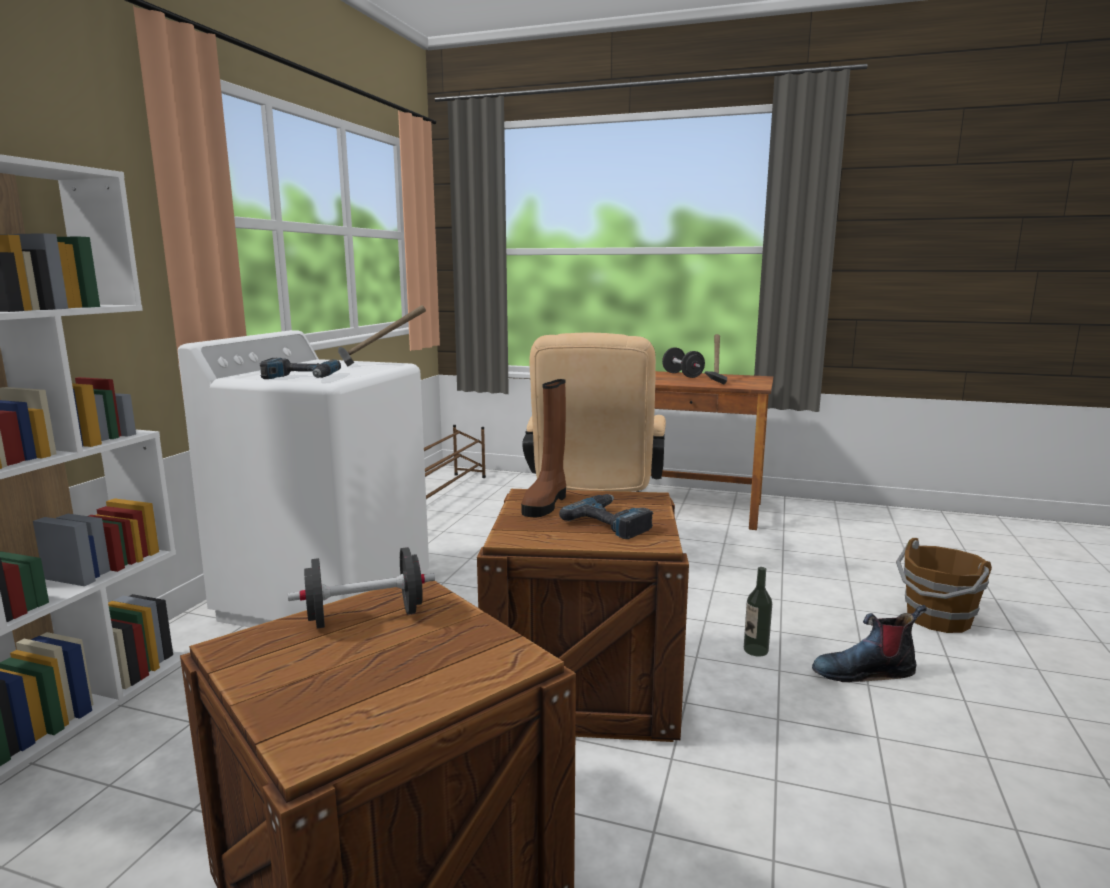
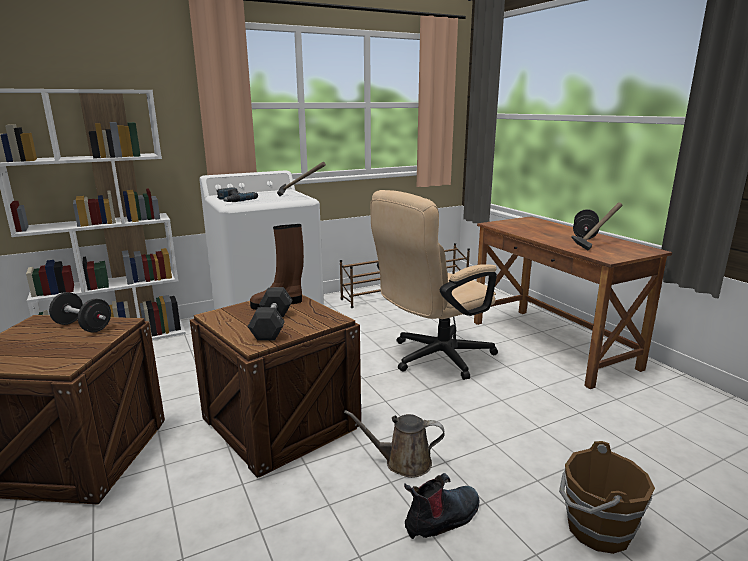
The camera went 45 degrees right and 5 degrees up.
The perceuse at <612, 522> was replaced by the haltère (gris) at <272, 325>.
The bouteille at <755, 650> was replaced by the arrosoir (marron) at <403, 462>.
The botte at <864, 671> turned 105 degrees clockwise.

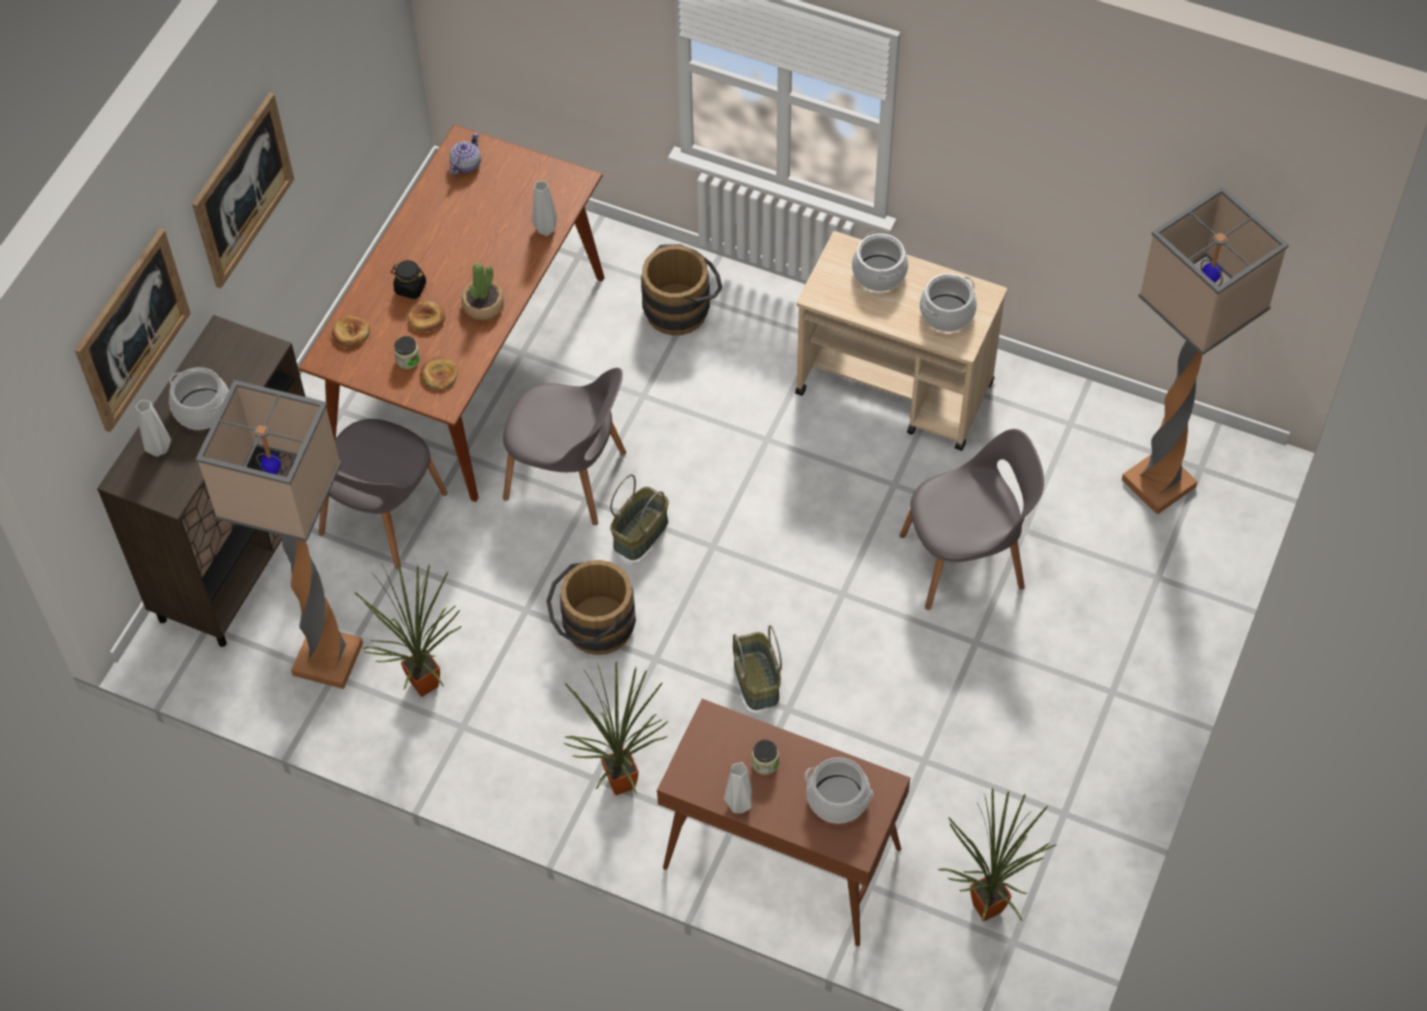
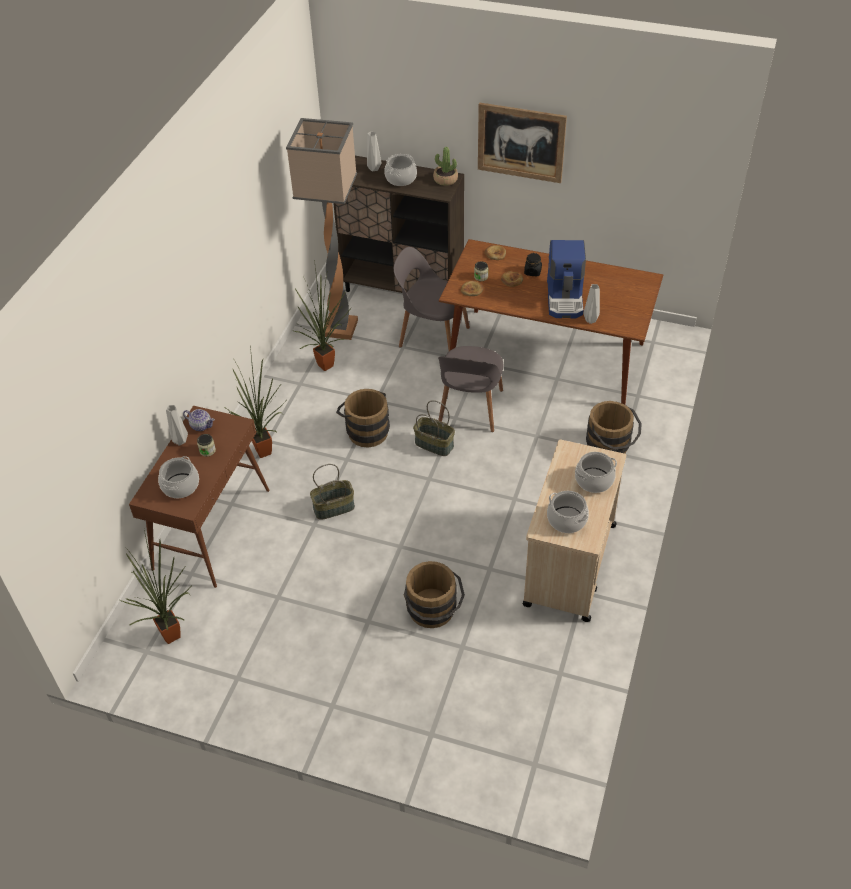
The camera went 85 degrees right and 10 degrees down.
The théière moved from <466, 164> to <201, 425>.
The lampadaire at <1161, 483> disappeared.
The tableau at <132, 330> disappeared.
The plante en pot moved from <483, 305> to <445, 179>.
The chaise (gris) at <966, 560> was replaced by the seau (marron) at <433, 613>.
The machine à café at <565, 298> appeared.

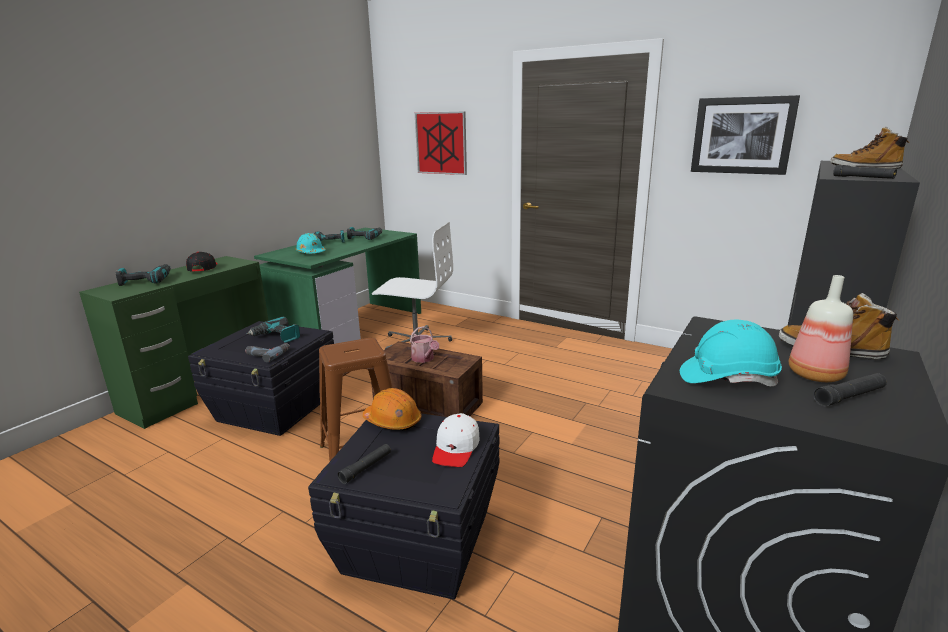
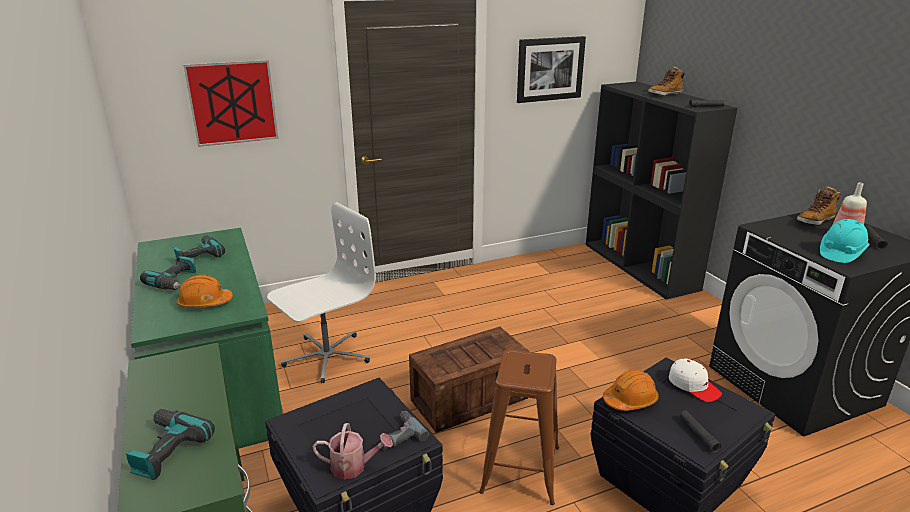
The camera went 55 degrees left and 5 degrees up.
The casque de chantier (turquoise) at <311, 253> became the casque de chantier (orange) at <205, 303>.
The casquette (noir) at <203, 268> disappeared.
The perceuse at <277, 337> disappeared.
The arrosoir moved from <424, 359> to <353, 466>.

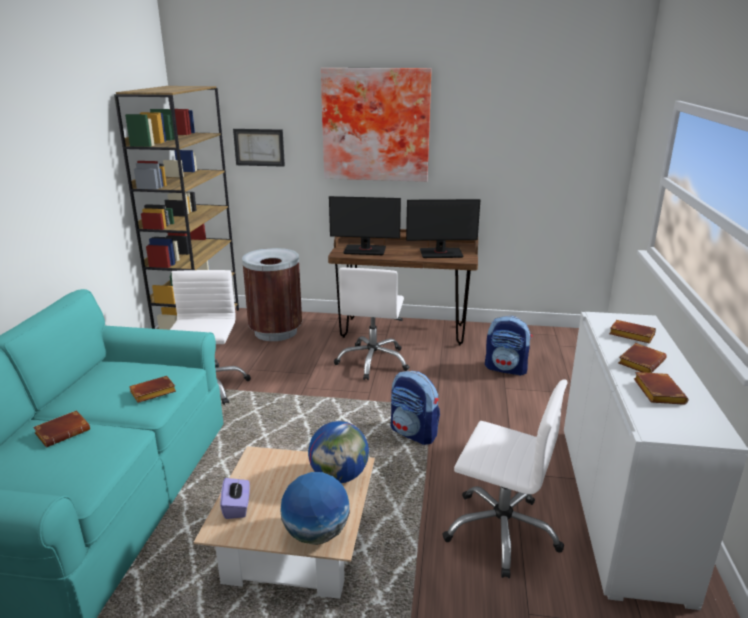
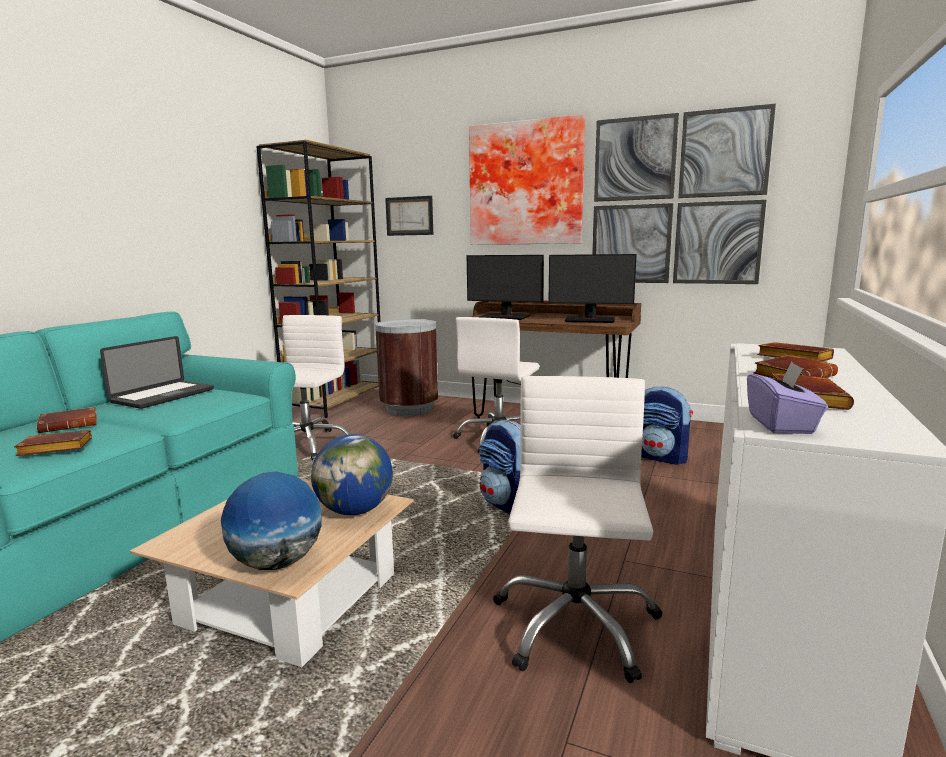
The camera went 15 degrees right and 10 degrees down.
The livre (marron) moved from <152, 393> to <53, 449>.
The chaise de bureau (blanc) at <501, 531> turned 120 degrees counterclockwise.
The boîte à mouchoirs (violet) moved from <237, 507> to <781, 424>.
The tableau at <676, 200> appeared.
The ordinateur portable at <163, 396> appeared.

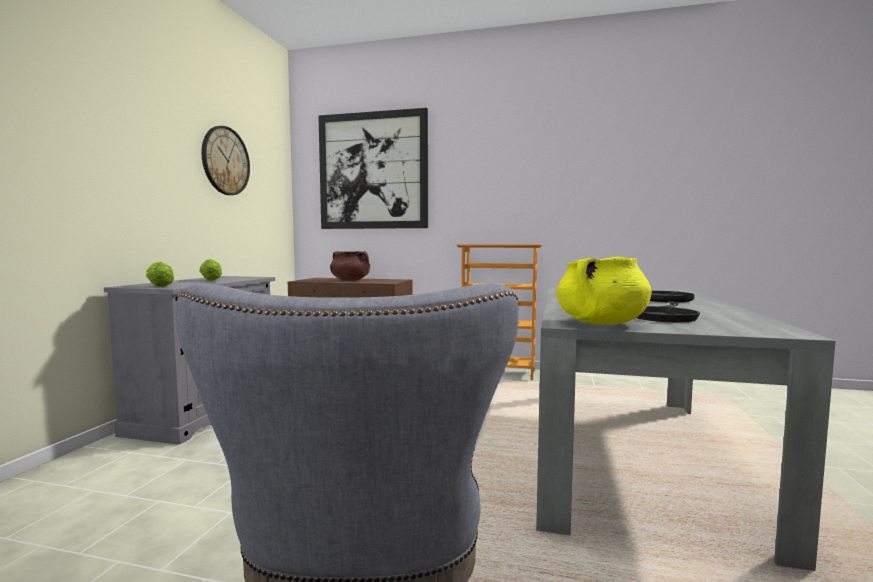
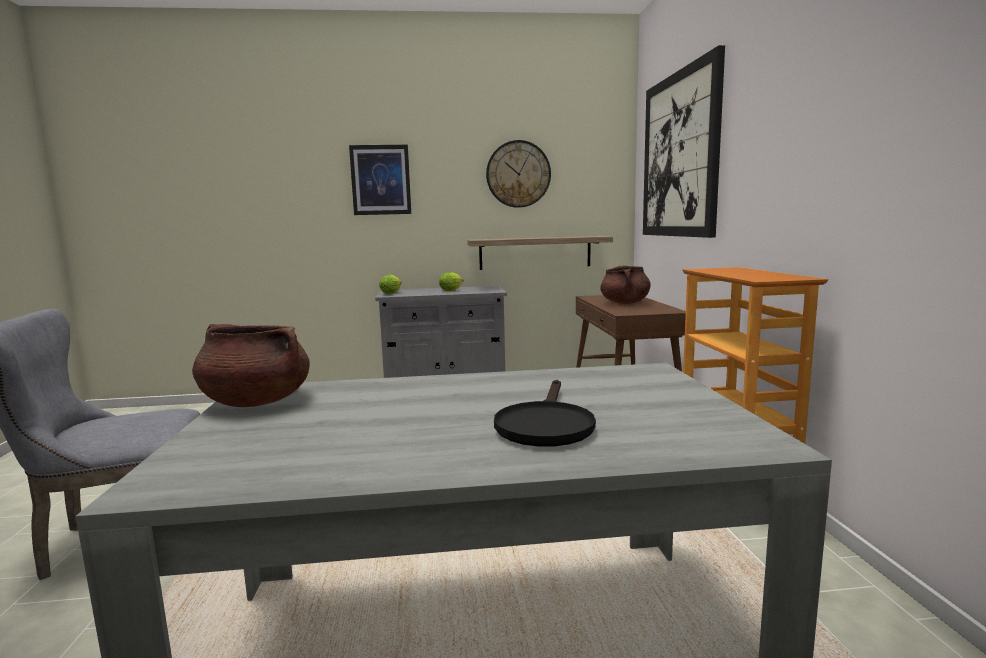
The camera went 70 degrees right and 5 degrees up.
The marmite (jaune) at <601, 323> became the marmite (marron) at <255, 402>.
The poêle (noir) at <665, 315> disappeared.
The tableau at <380, 180> appeared.
The étagère at <535, 252> appeared.

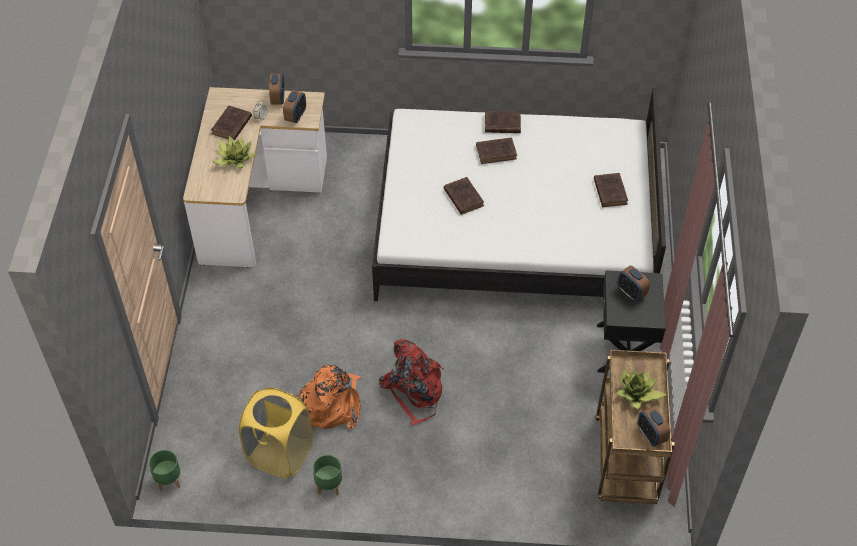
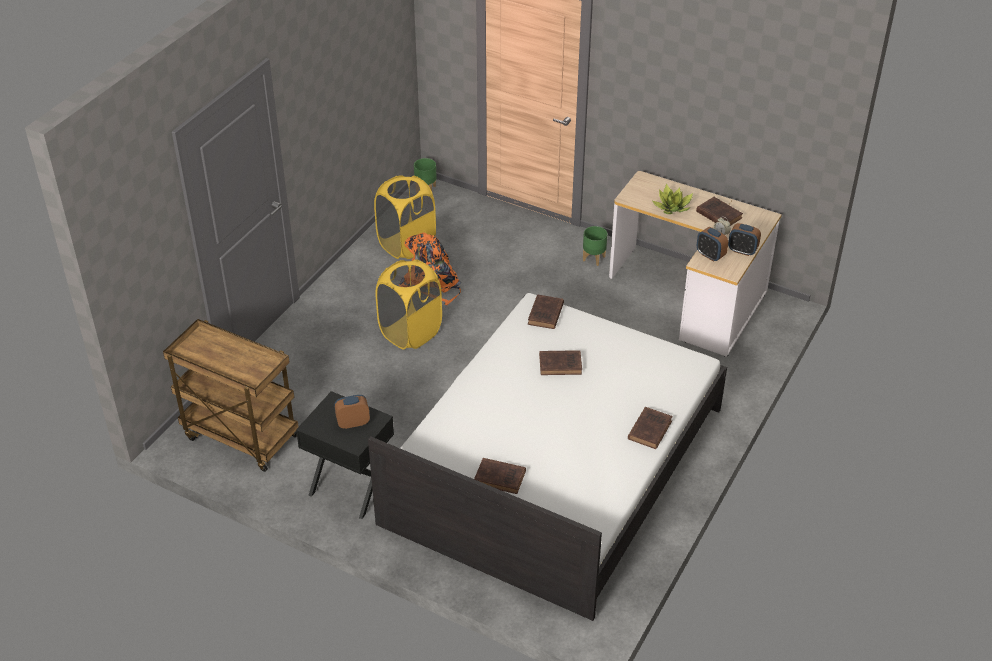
The camera went 115 degrees right and 10 degrees down.
The livre (marron) moved from <497, 152> to <545, 315>.
The sac à dos (rouge) at <414, 390> was replaced by the panier à linge (jaune) at <410, 332>.
The plante en pot at <637, 394> disappeared.
The réveil at <651, 435> disappeared.
The cache-pot (vert) moved from <329, 486> to <593, 258>.

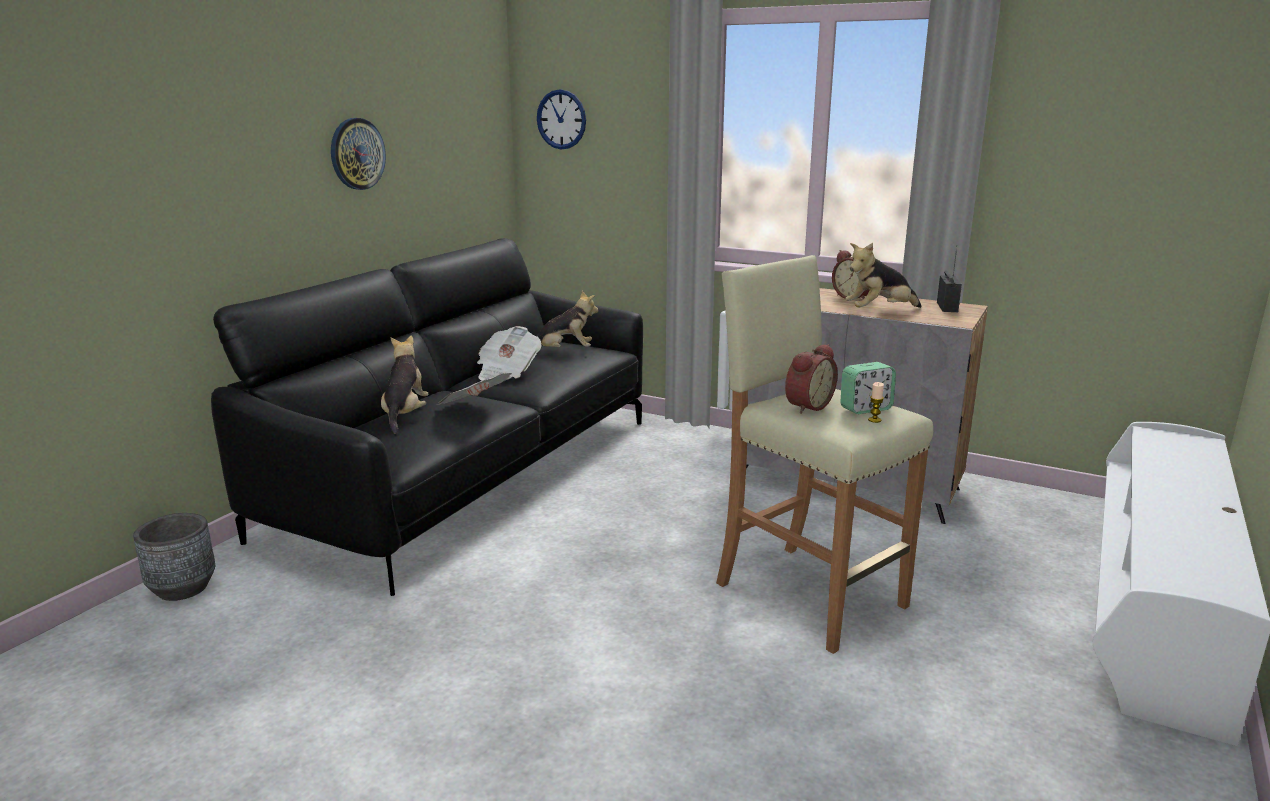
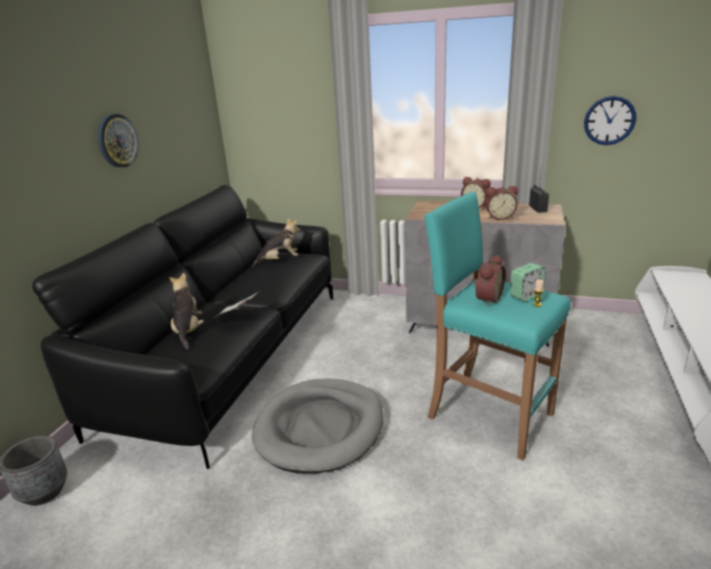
The camera went 10 degrees left and 5 degrees up.
The horloge murale moved from <561, 119> to <609, 120>.
The peluche at <879, 312> was replaced by the réveil at <499, 217>.
The tabouret (beige) at <808, 594> became the tabouret (turquoise) at <488, 415>.
The journal at <507, 372> disappeared.
The panier pour chien (gris) at <320, 428> appeared.

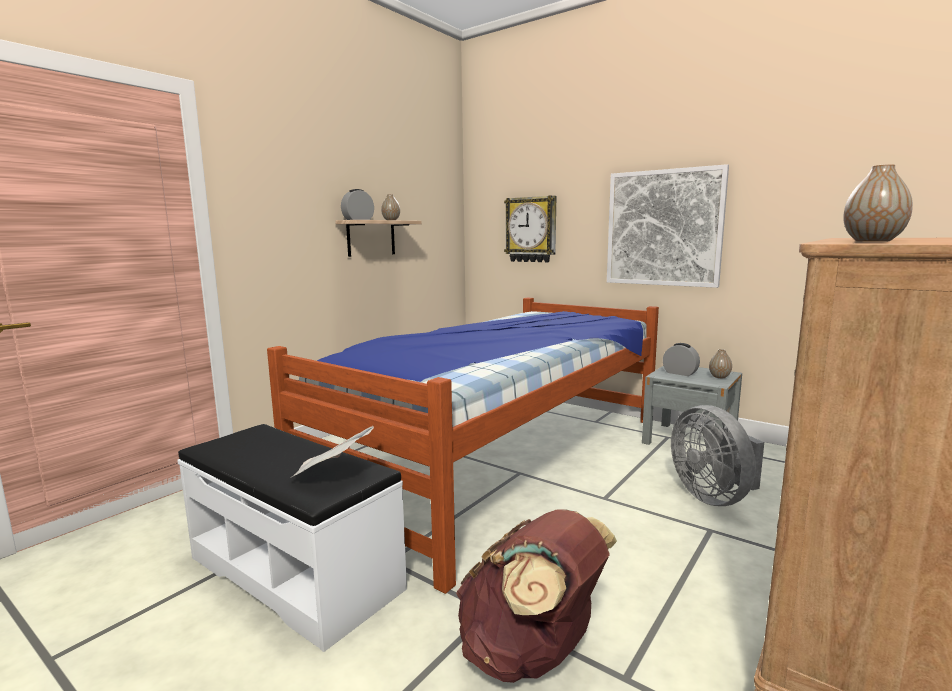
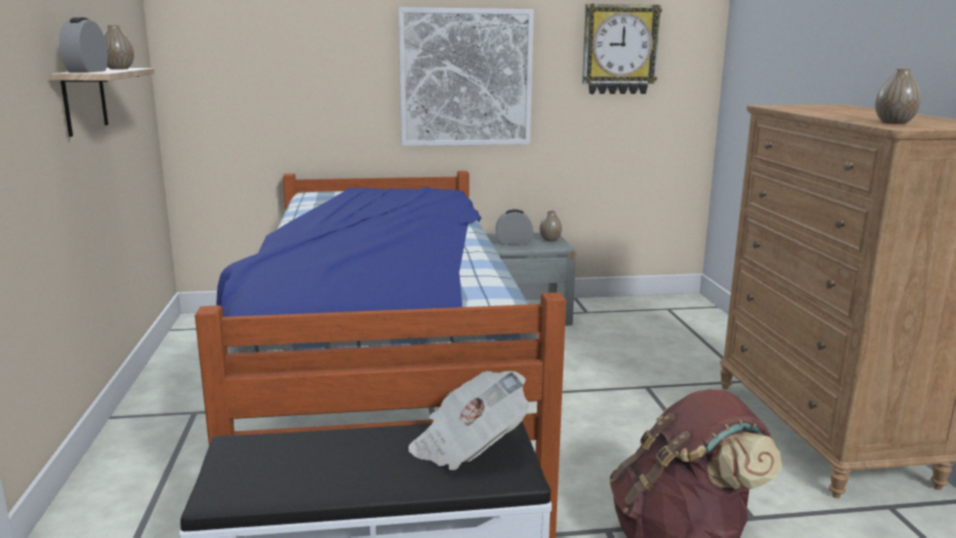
The camera went 45 degrees left and 5 degrees up.
The horloge murale moved from <531, 229> to <619, 50>.
The ventilateur (gris) at <713, 496> disappeared.

